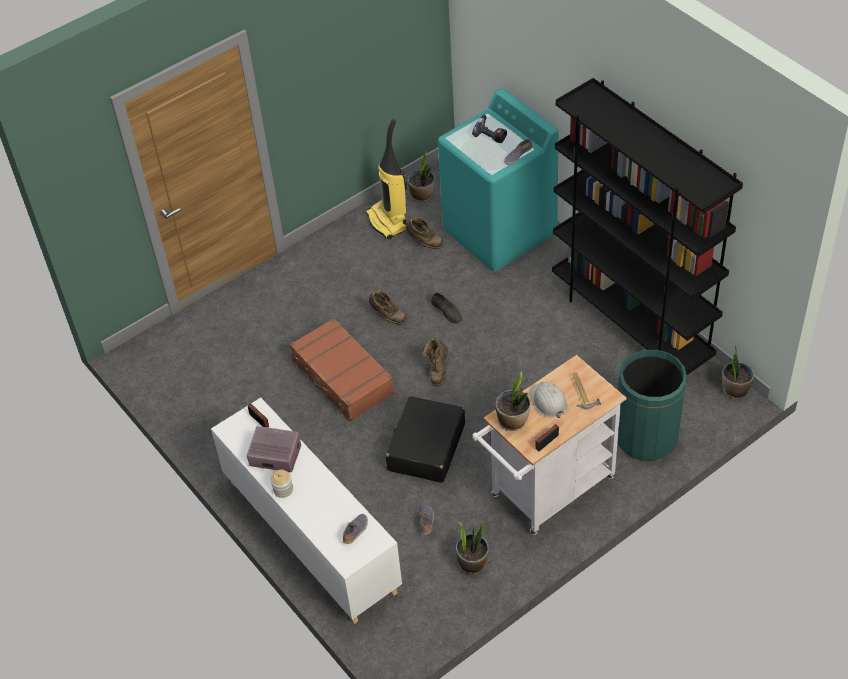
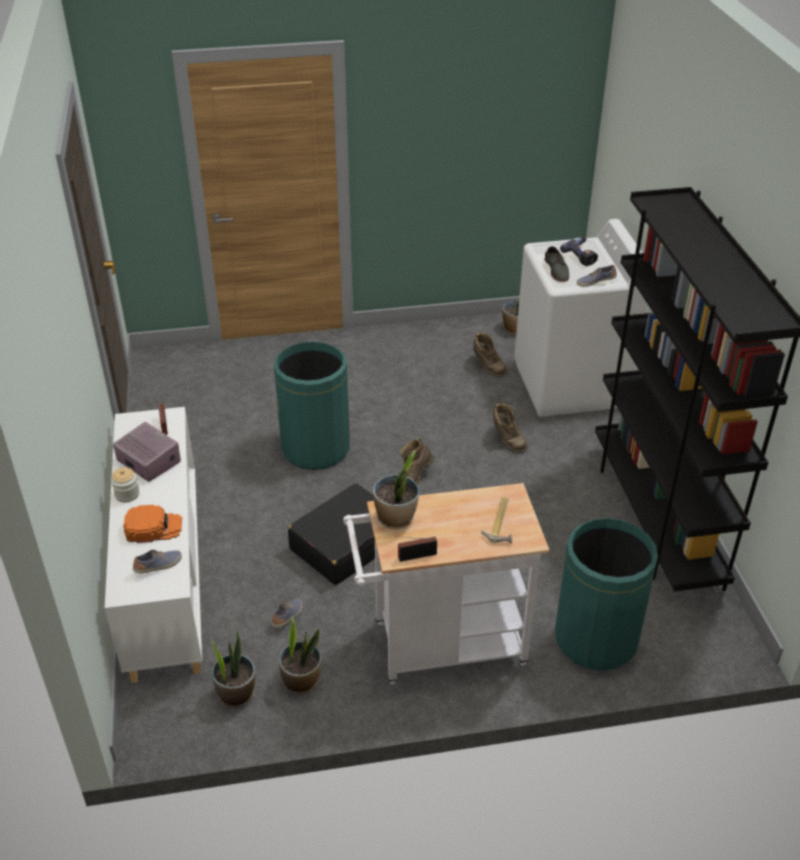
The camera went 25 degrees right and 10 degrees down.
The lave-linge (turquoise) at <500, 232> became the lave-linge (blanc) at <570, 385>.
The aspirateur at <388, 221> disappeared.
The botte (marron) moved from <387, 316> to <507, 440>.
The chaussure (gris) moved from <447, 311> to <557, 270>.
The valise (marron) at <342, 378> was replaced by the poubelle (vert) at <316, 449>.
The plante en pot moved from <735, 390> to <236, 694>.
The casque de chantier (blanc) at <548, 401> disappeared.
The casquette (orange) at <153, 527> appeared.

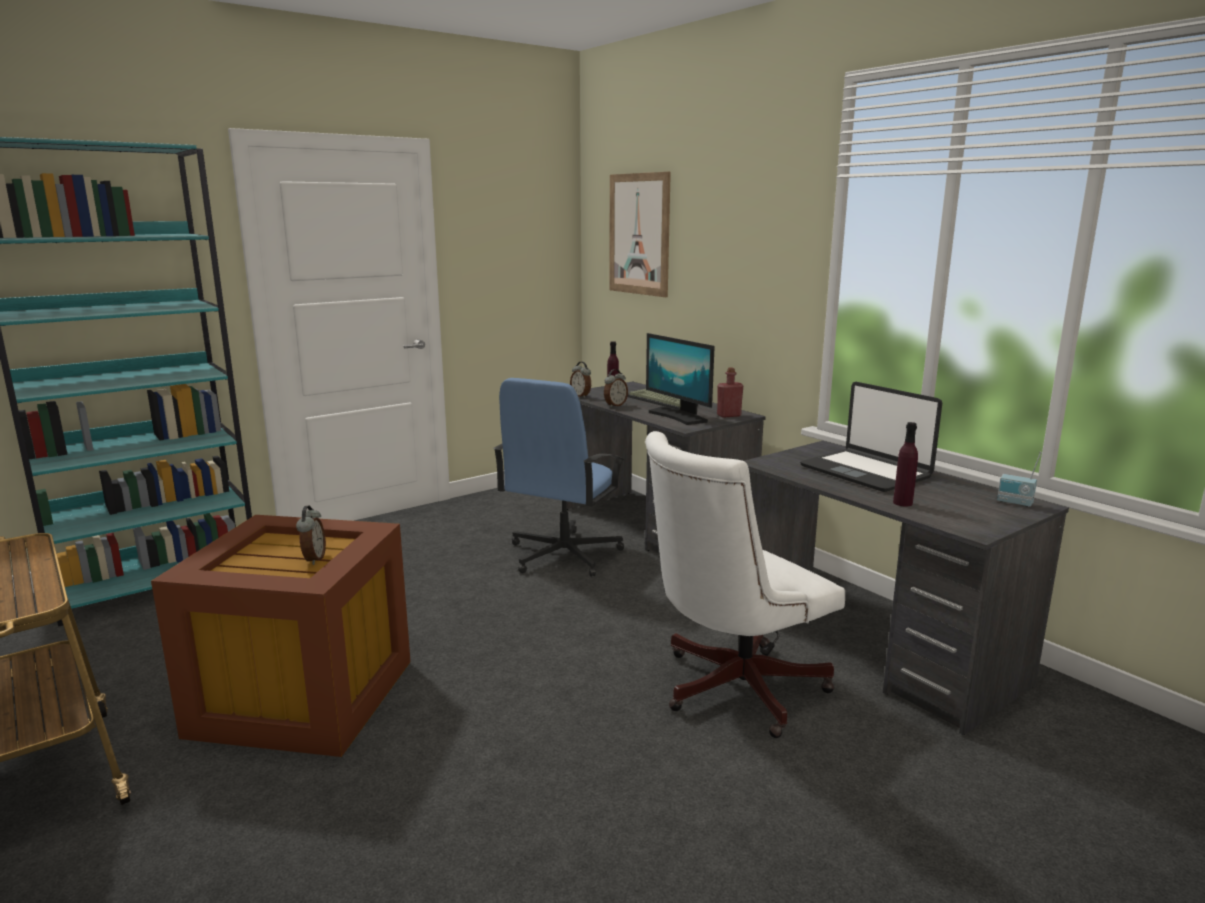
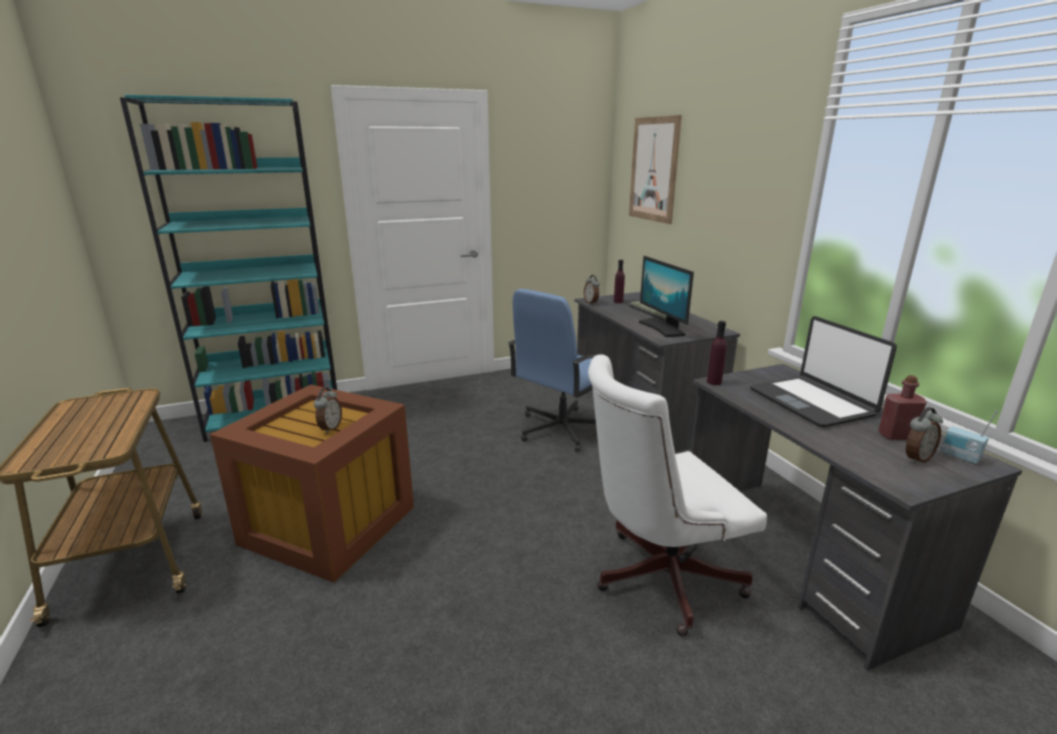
The camera went 15 degrees right and 5 degrees up.
The bouteille (rouge) moved from <729, 415> to <896, 436>.
The réveil moved from <615, 405> to <916, 458>.
The bouteille (violet) moved from <902, 503> to <714, 382>.

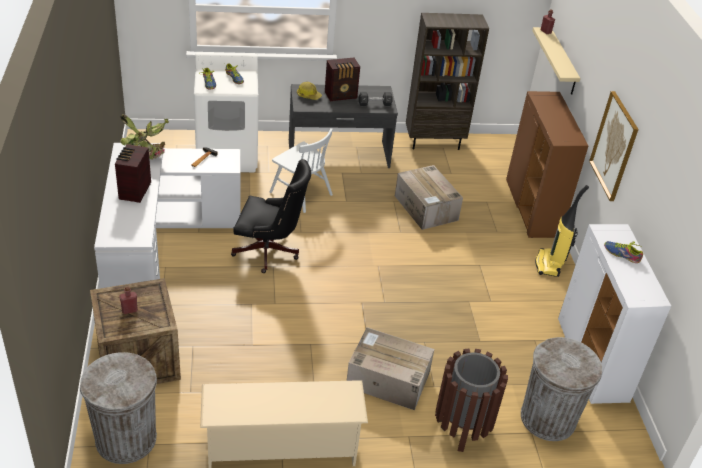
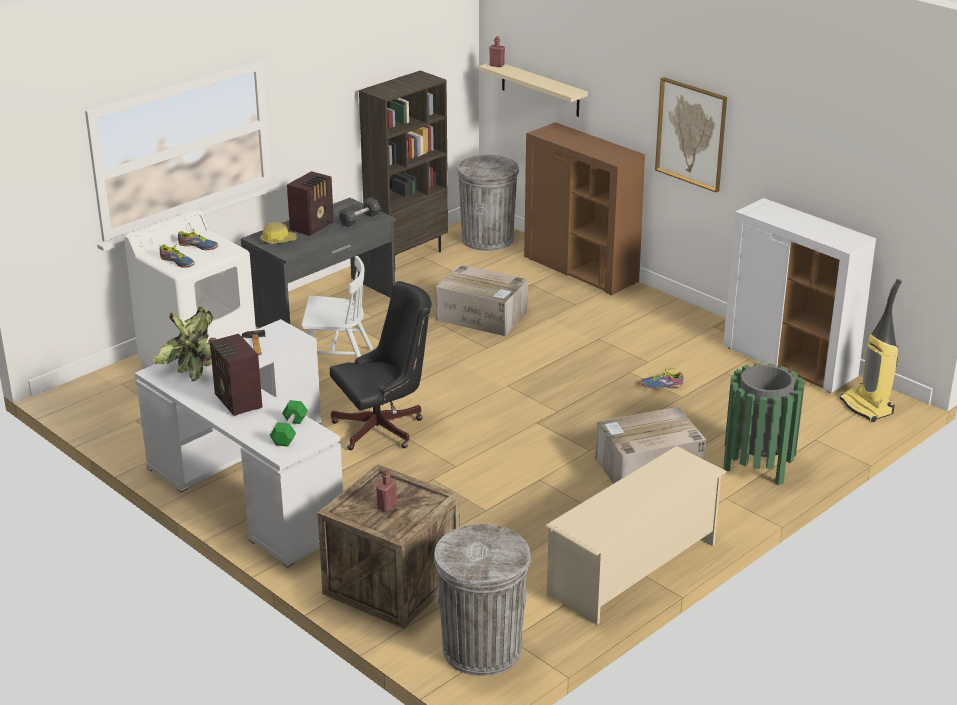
The camera went 35 degrees left and 10 degrees down.
The aspirateur moved from <549, 264> to <867, 407>.
The chaussure moved from <621, 254> to <662, 385>.
The poubelle (gris) moved from <548, 418> to <487, 239>.
The poubelle (marron) at <462, 427> became the poubelle (vert) at <758, 467>.
The haltère (vert) at <289, 432> appeared.

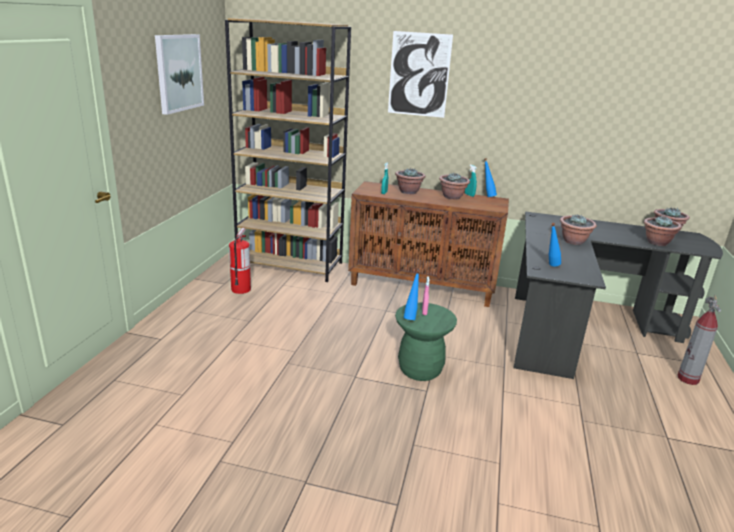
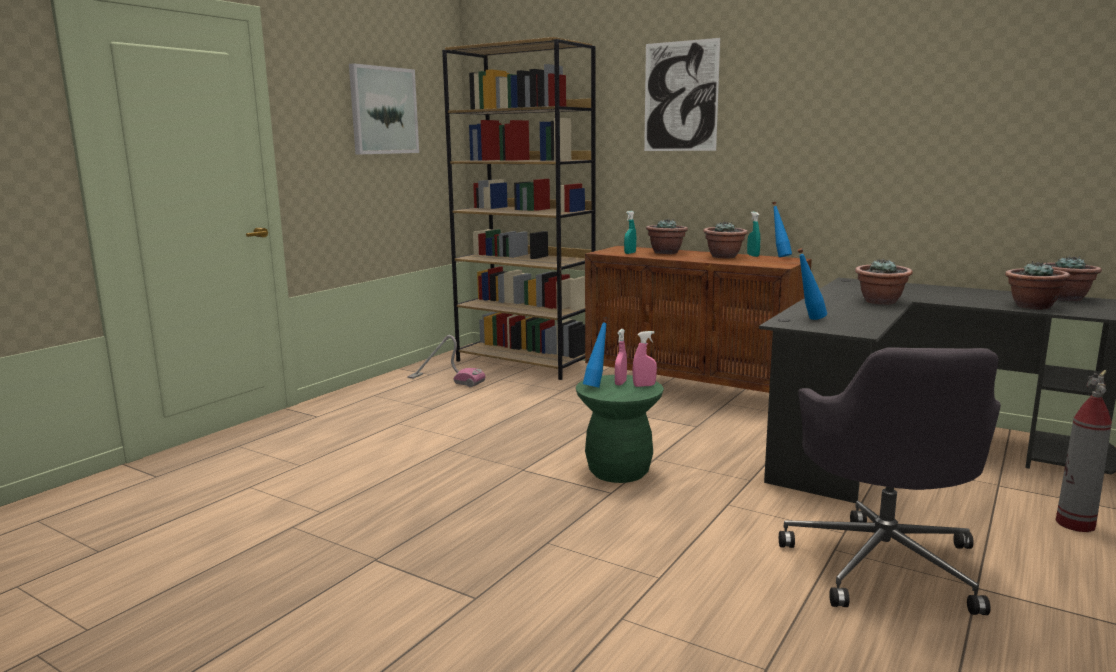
The camera went 20 degrees right and 10 degrees down.
The extincteur at <241, 289> was replaced by the aspirateur at <445, 380>.
The vaporisateur (rose) at <644, 385> appeared.
The chaise de bureau (gris) at <883, 563> appeared.

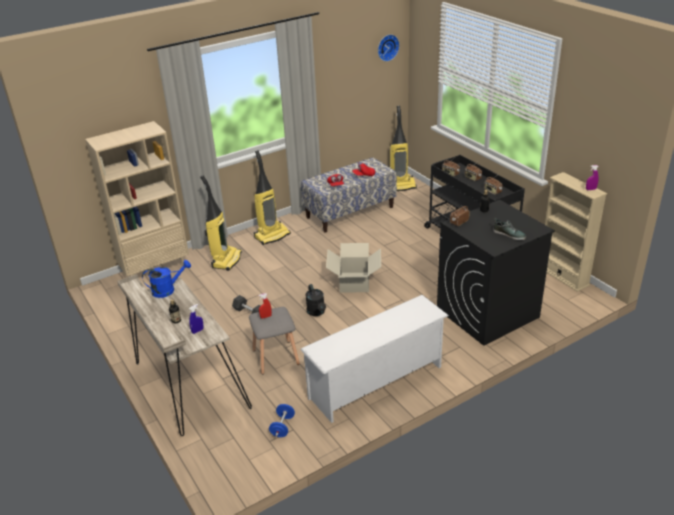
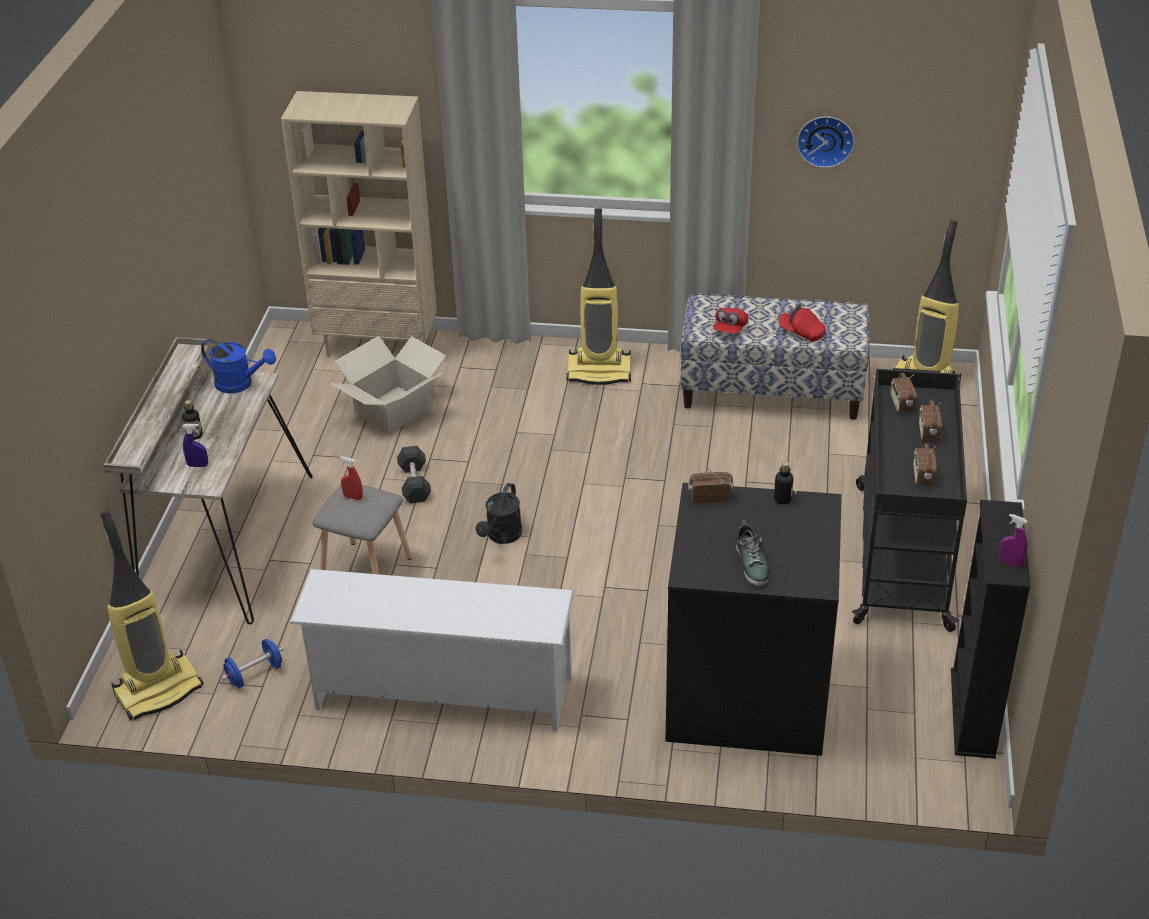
The camera went 40 degrees right and 5 degrees up.
The horloge murale moved from <387, 47> to <825, 139>.
The bibliothèque (beige) at <563, 276> became the bibliothèque (noir) at <973, 713>.
The aspirateur moved from <226, 260> to <158, 690>.
The carton moved from <355, 282> to <394, 410>.

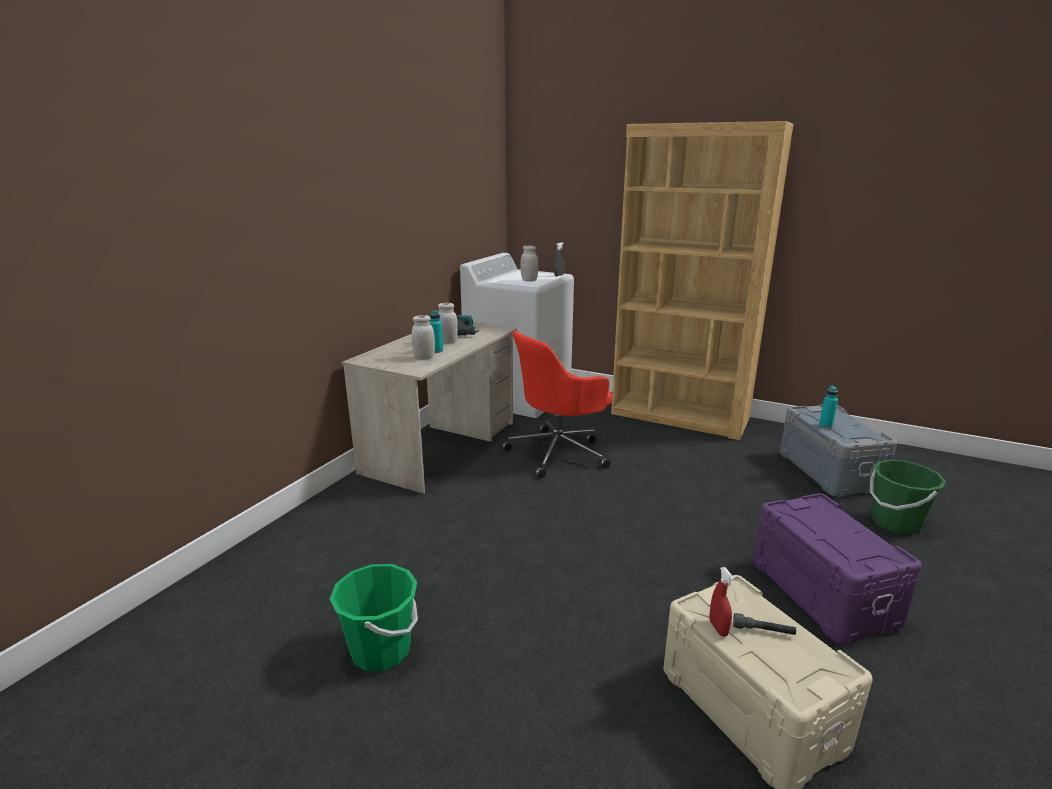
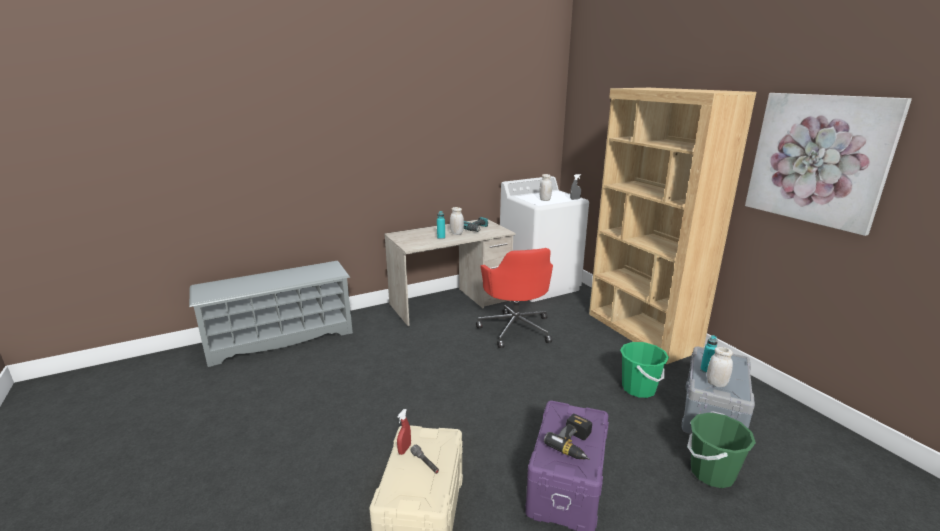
The camera went 35 degrees right and 0 degrees up.
The bocal (blanc) moved from <424, 357> to <716, 383>.
The chaise de bureau (rouge) at <558, 452> turned 105 degrees counterclockwise.
The seau (vert) moved from <381, 650> to <638, 388>.
The tableau at <818, 159> appeared.
The étagère à chaussures (gris) at <281, 338> appeared.
The perceuse at <575, 444> appeared.

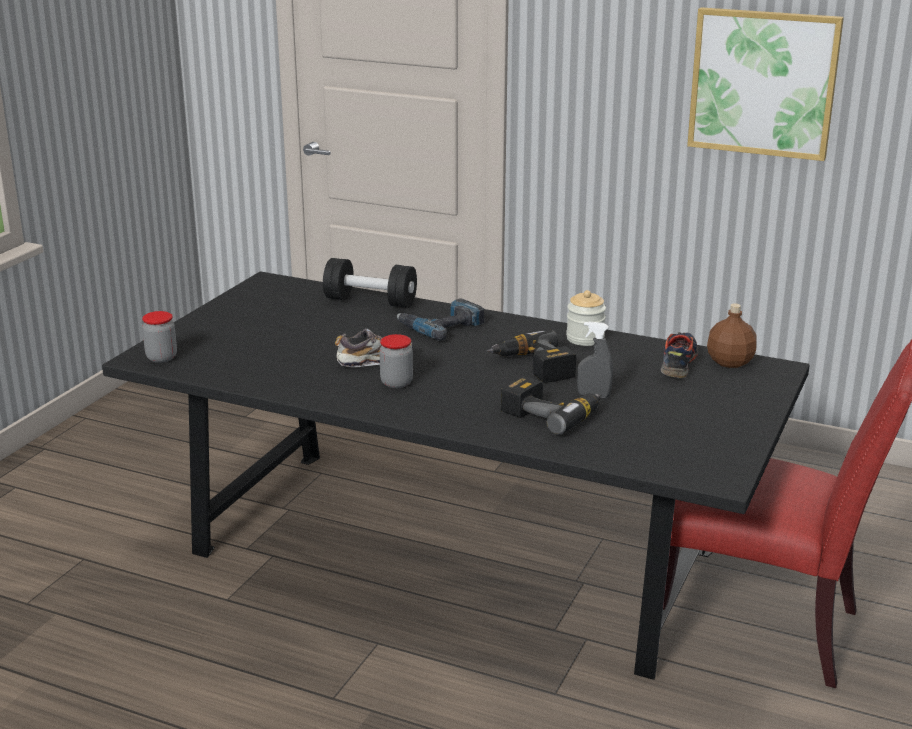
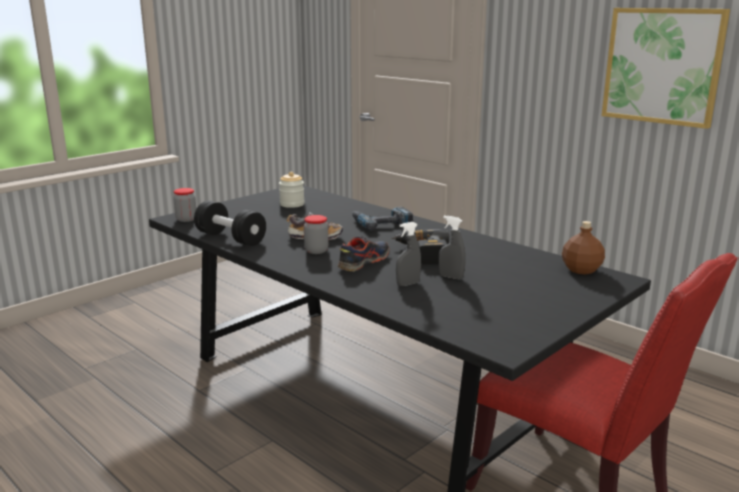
The camera went 20 degrees right and 5 degrees down.
The haltère (noir) moved from <370, 301> to <230, 238>.
The bocal moved from <585, 339> to <292, 204>.
The chaussure moved from <678, 363> to <363, 262>.
The perceuse at <552, 414> was replaced by the vaporisateur (gris) at <408, 284>.

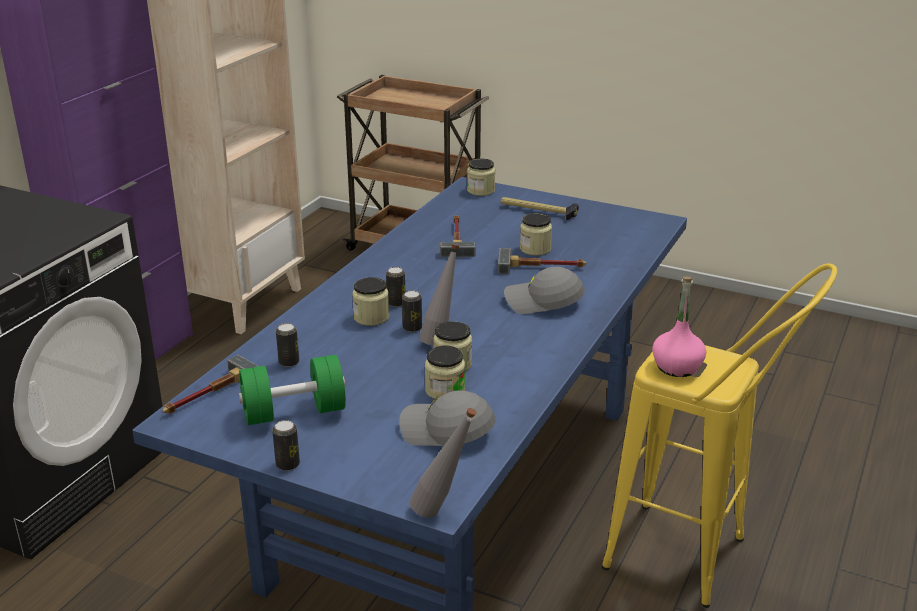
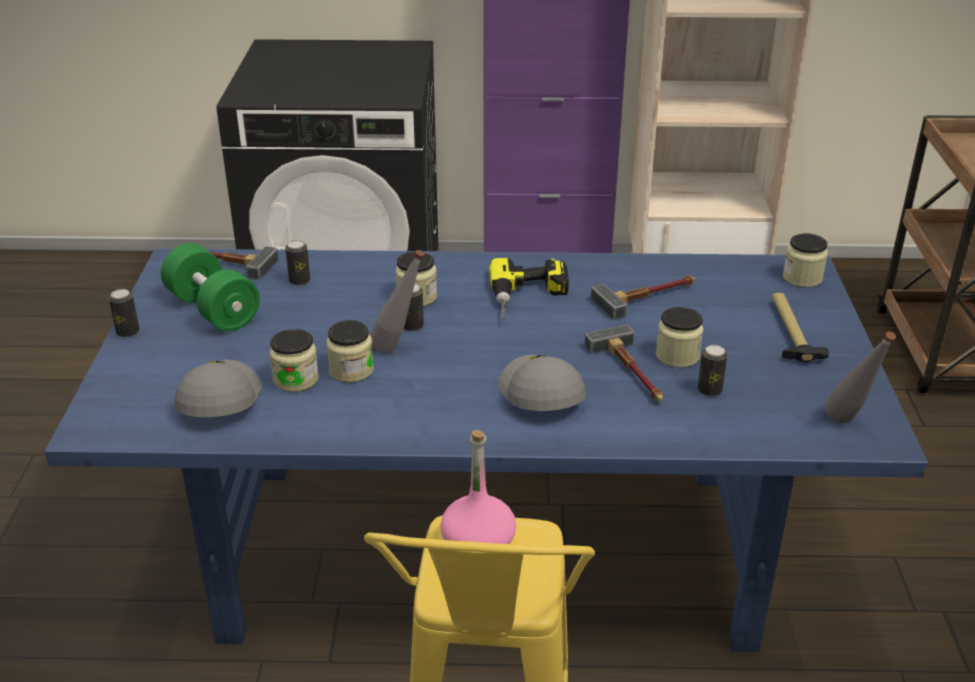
The camera went 65 degrees right and 5 degrees up.
The boîte métallique moved from <396, 303> to <709, 390>.
The bouteille (gris) moved from <442, 512> to <848, 425>.
The perceuse at <529, 298> appeared.

